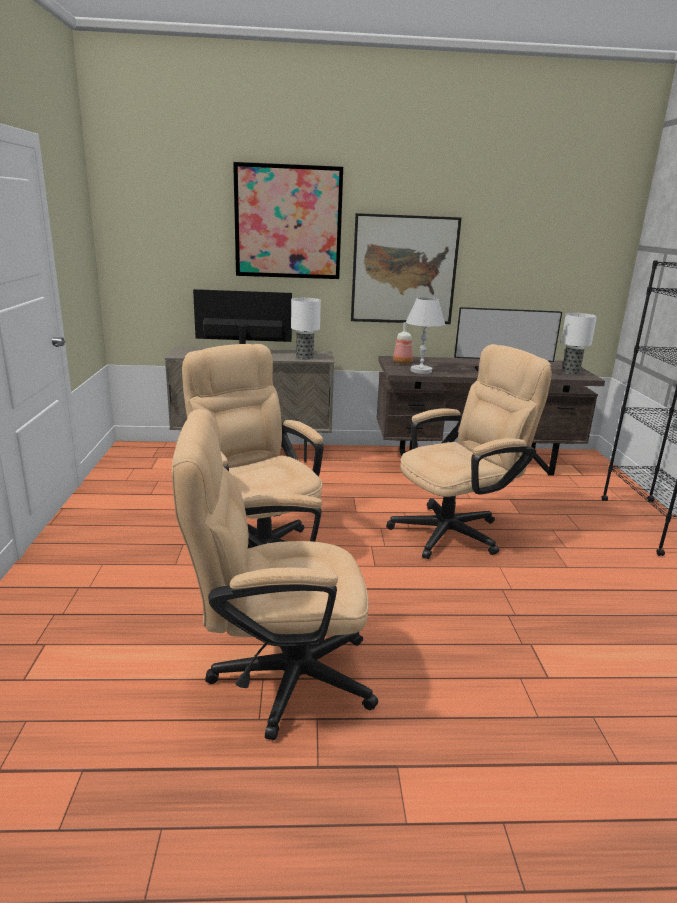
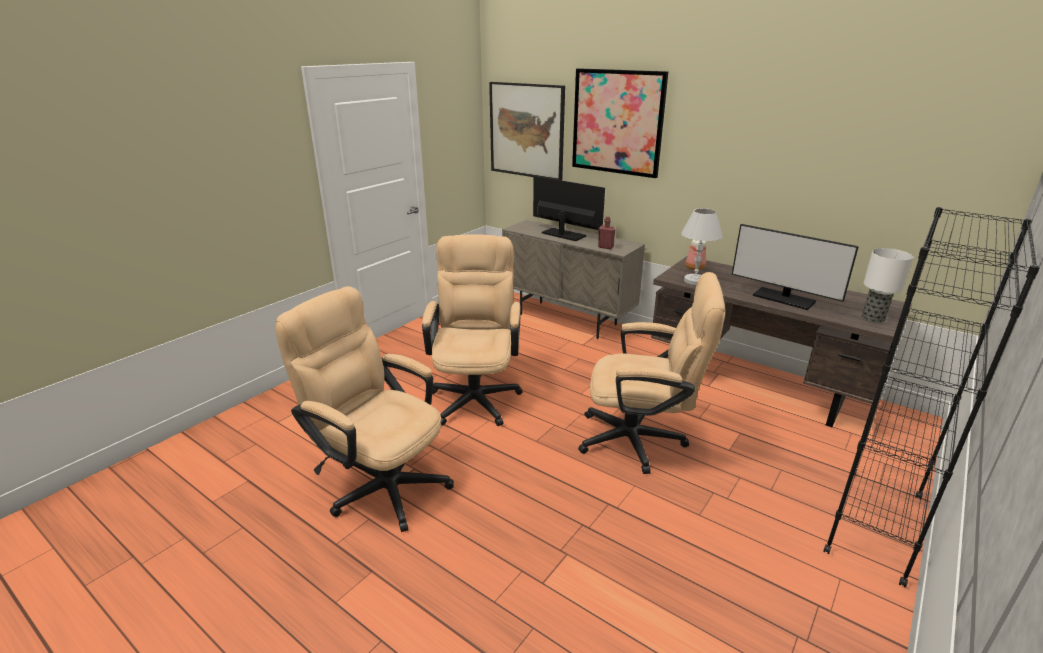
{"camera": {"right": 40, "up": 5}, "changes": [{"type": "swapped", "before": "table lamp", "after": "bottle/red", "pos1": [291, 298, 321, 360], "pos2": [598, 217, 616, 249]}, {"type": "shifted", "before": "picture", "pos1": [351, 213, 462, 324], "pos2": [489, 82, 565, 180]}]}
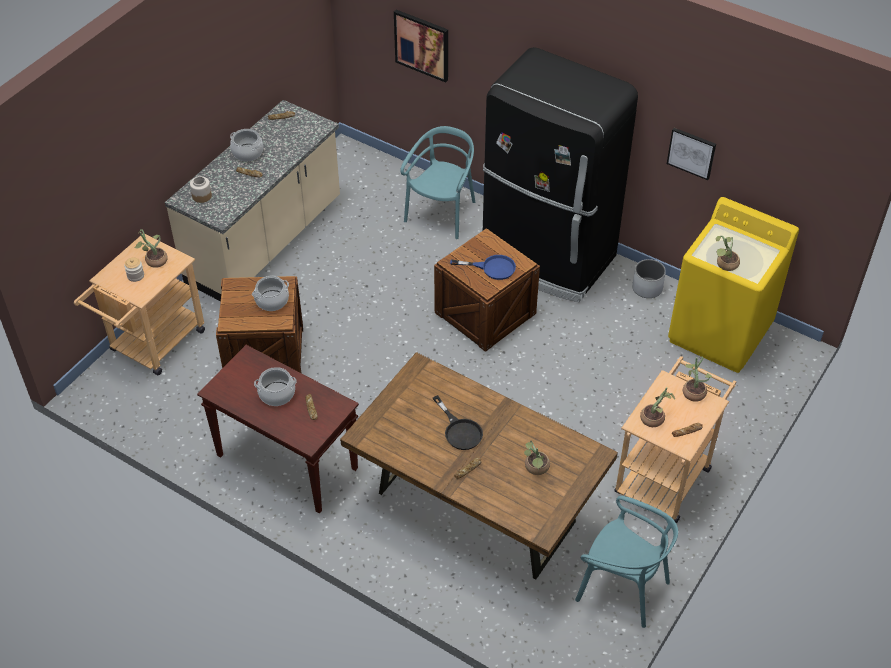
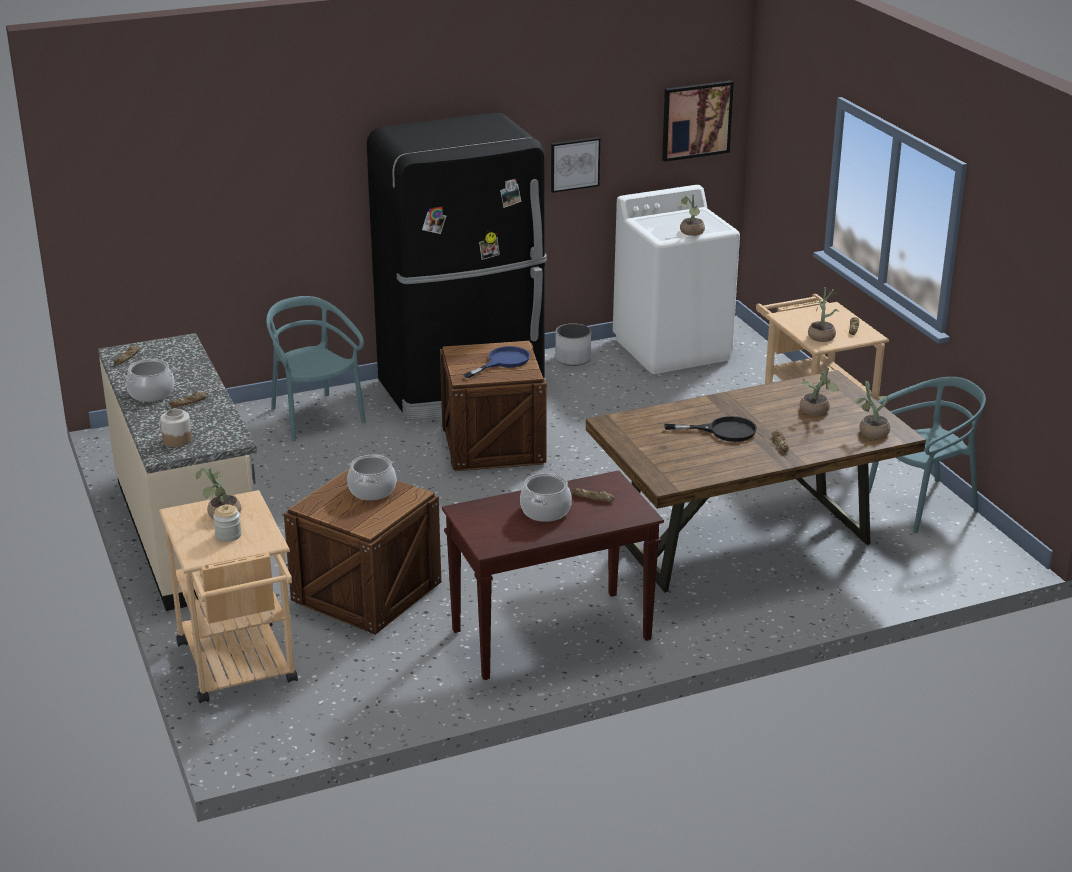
{"camera": {"right": -55, "up": -20}, "changes": [{"type": "shifted", "before": "picture", "pos1": [394, 10, 448, 83], "pos2": [662, 81, 734, 162]}, {"type": "repainted", "before": "washing machine/yellow", "after": "washing machine/white", "pos1": [668, 197, 799, 373], "pos2": [613, 185, 740, 374]}, {"type": "shifted", "before": "potted plant", "pos1": [683, 357, 712, 402], "pos2": [852, 380, 890, 439]}]}
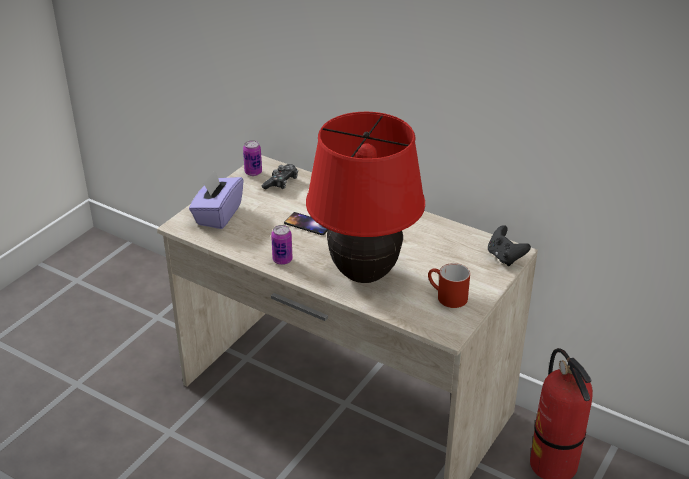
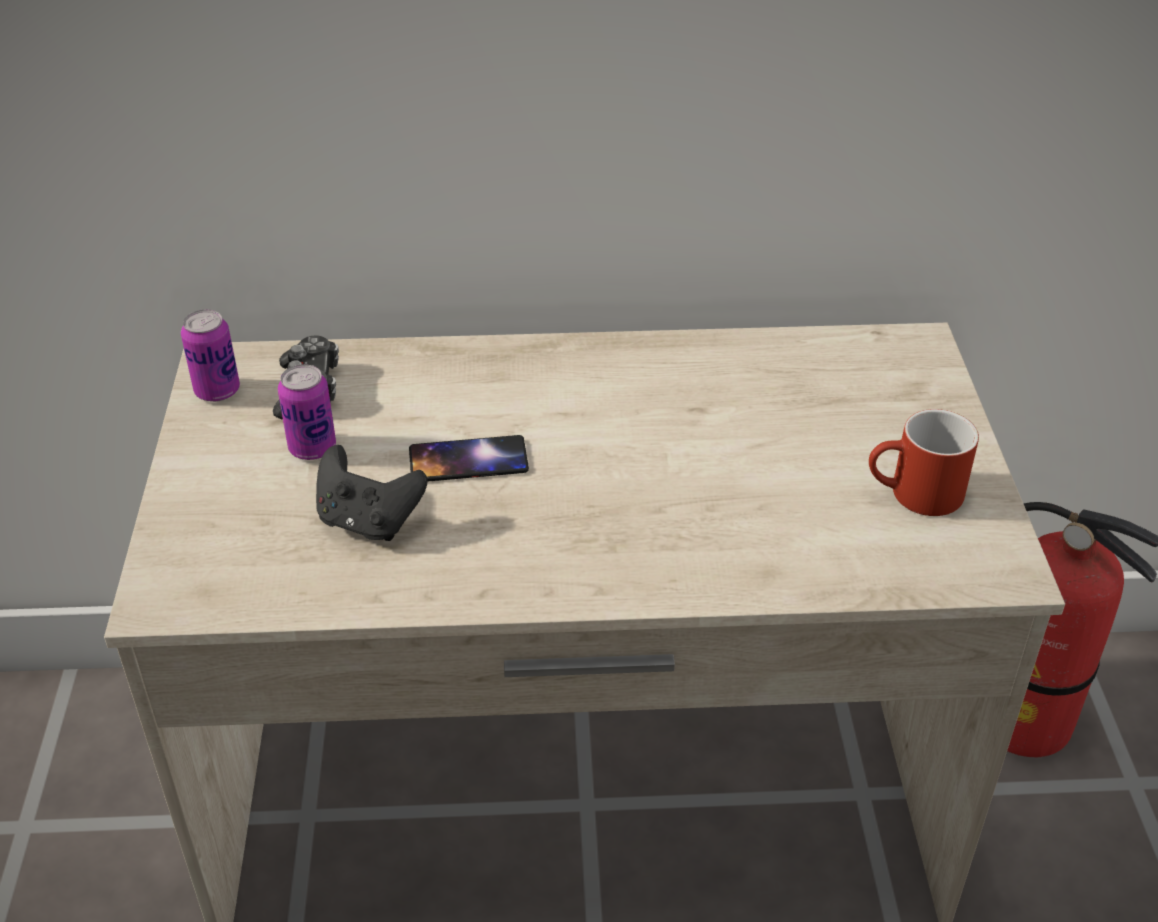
{"camera": {"right": -35, "up": 5}, "changes": [{"type": "gone", "before": "tissue box/purple", "pos1": [189, 171, 244, 229]}, {"type": "shifted", "before": "can", "pos1": [271, 225, 293, 265], "pos2": [278, 364, 336, 460]}, {"type": "gone", "before": "table lamp/red", "pos1": [306, 112, 425, 283]}, {"type": "shifted", "before": "game controller/black", "pos1": [488, 225, 531, 266], "pos2": [316, 445, 427, 541]}]}
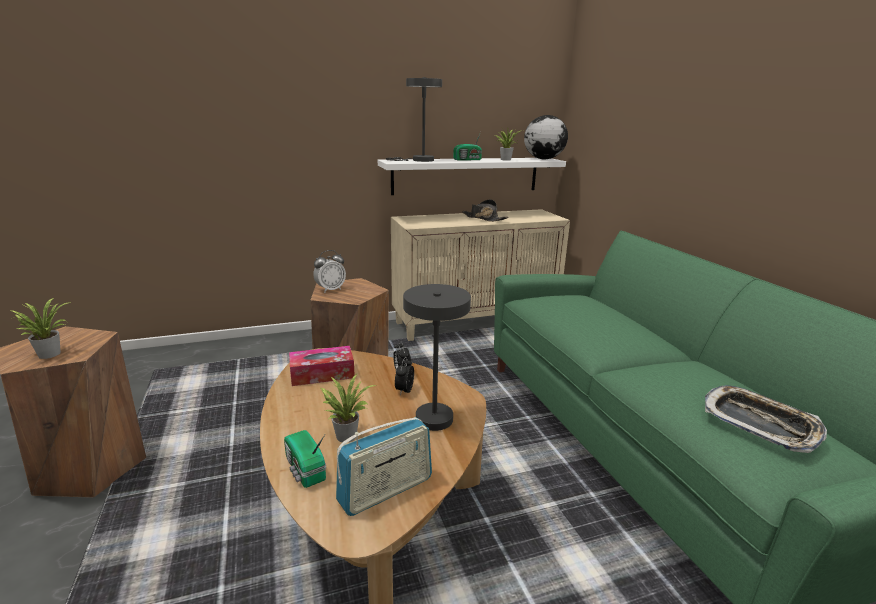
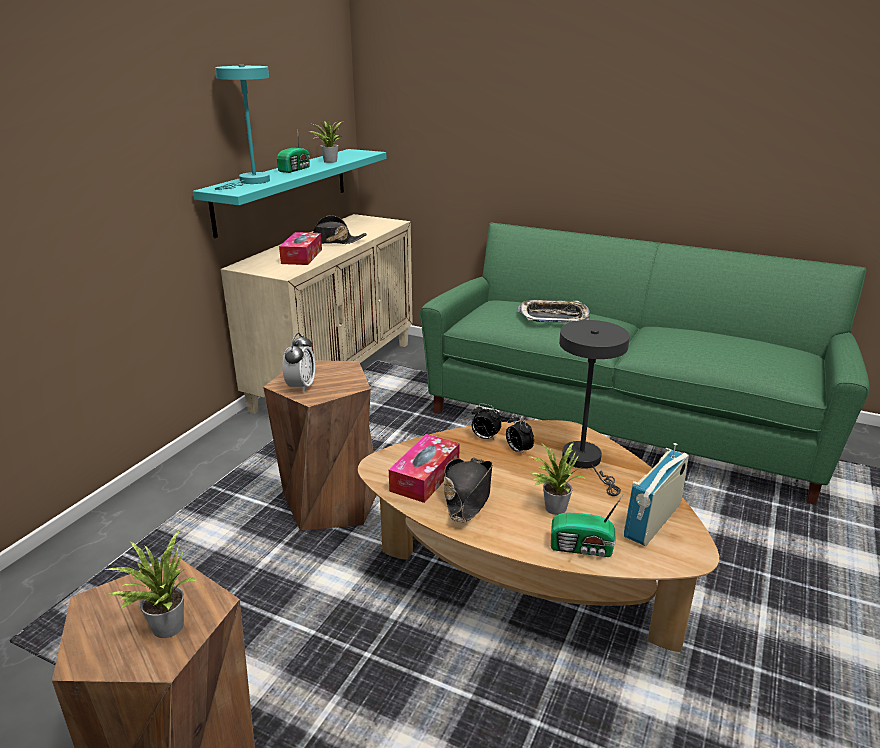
{"camera": {"right": -45, "up": 5}, "changes": [{"type": "rotated", "before": "radio", "pos1": [336, 417, 432, 516], "pos2": [624, 443, 689, 546], "turn": -150}, {"type": "repainted", "before": "shelf/white", "after": "shelf/turquoise", "pos1": [378, 158, 566, 195], "pos2": [193, 149, 387, 238]}, {"type": "repainted", "before": "table lamp/grey", "after": "table lamp/turquoise", "pos1": [386, 77, 442, 162], "pos2": [215, 65, 270, 190]}, {"type": "gone", "before": "globe", "pos1": [524, 115, 568, 160]}, {"type": "shifted", "before": "tray", "pos1": [705, 385, 827, 453], "pos2": [518, 300, 590, 323]}, {"type": "new", "after": "tissue box", "pos2": [279, 232, 322, 265]}, {"type": "new", "after": "hat/black", "pos2": [444, 457, 493, 522]}]}
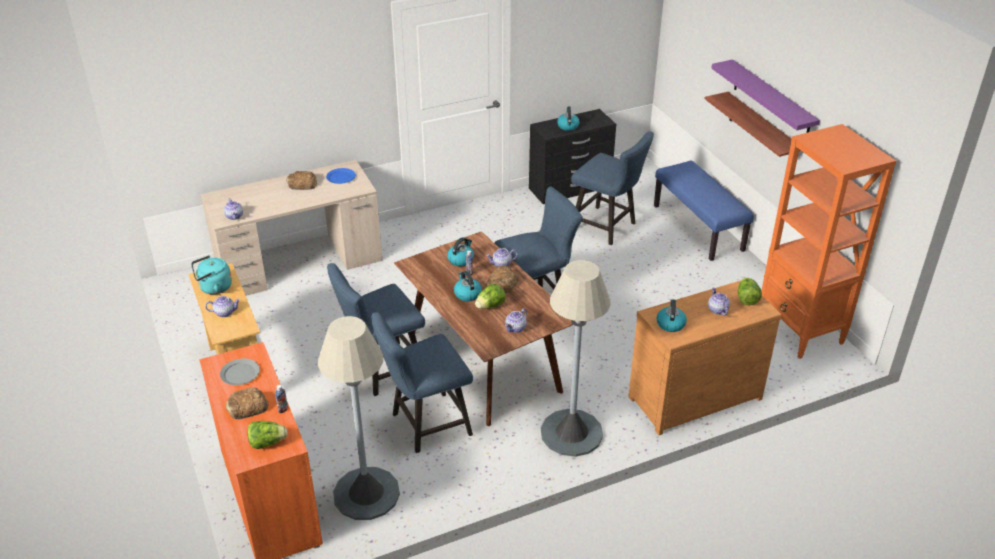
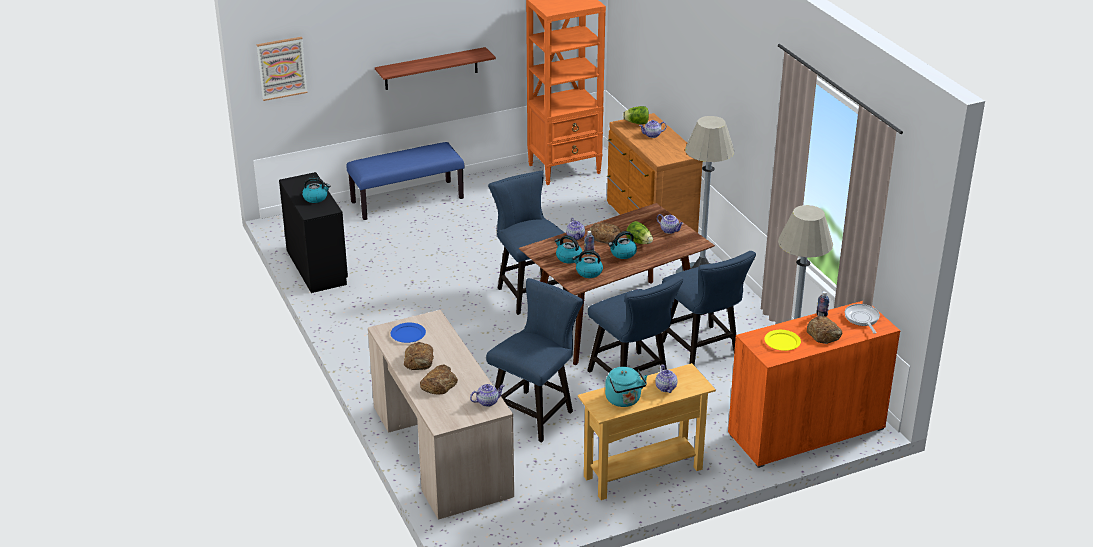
{"camera": {"right": -90, "up": -5}, "changes": [{"type": "repainted", "before": "plate/grey", "after": "plate/yellow", "pos1": [220, 358, 260, 385], "pos2": [764, 330, 801, 351]}, {"type": "swapped", "before": "lettuce", "after": "frying pan", "pos1": [248, 421, 287, 449], "pos2": [845, 304, 880, 334]}, {"type": "shifted", "before": "chair/blue", "pos1": [571, 131, 654, 245], "pos2": [486, 278, 584, 443]}, {"type": "shifted", "before": "kettle", "pos1": [657, 299, 687, 332], "pos2": [572, 250, 603, 278]}, {"type": "gone", "before": "shelf/purple", "pos1": [711, 59, 820, 133]}, {"type": "new", "after": "picture", "pos2": [256, 37, 308, 101]}, {"type": "new", "after": "bread", "pos2": [420, 365, 458, 395]}]}
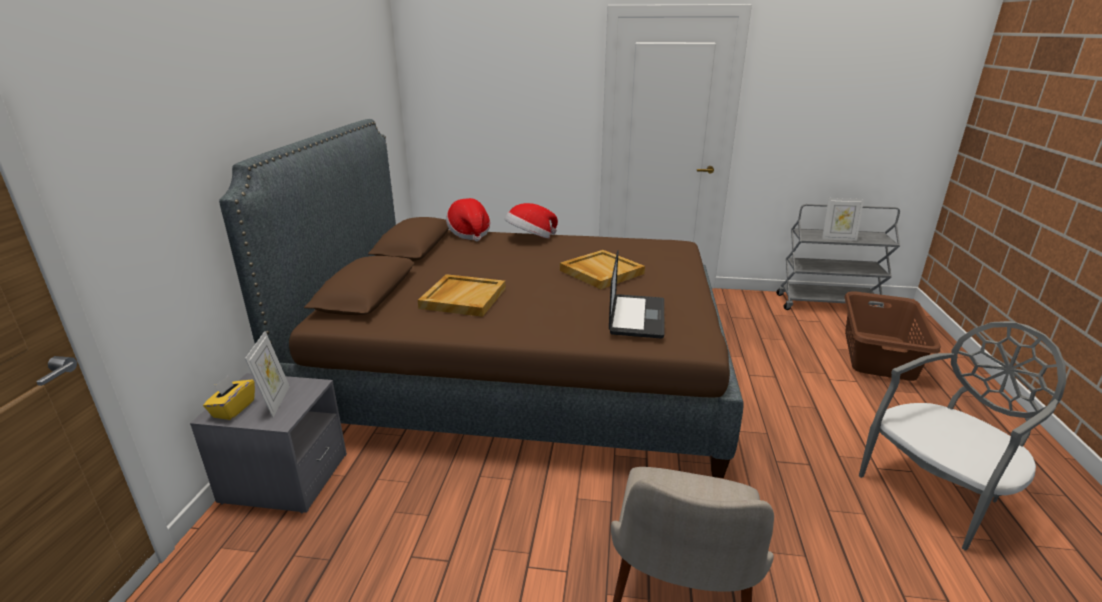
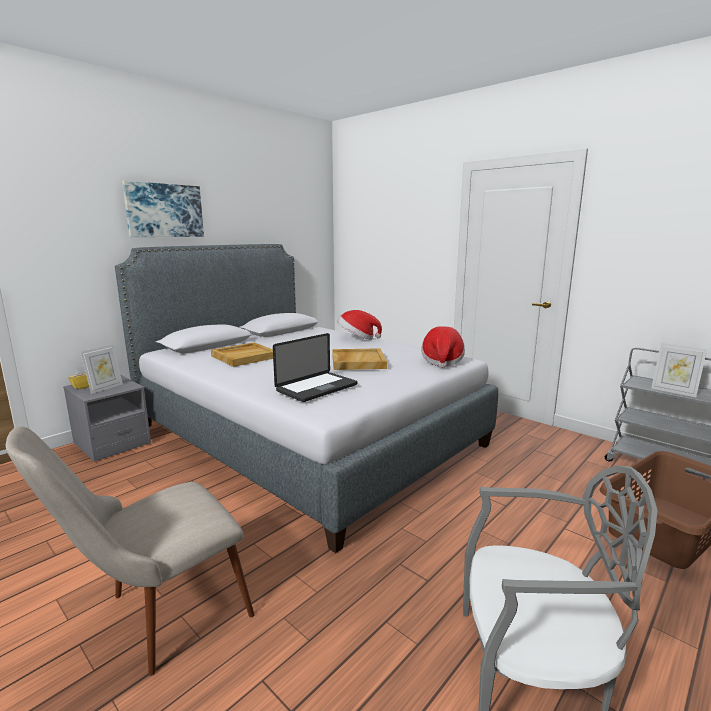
{"camera": {"right": 35, "up": -10}, "changes": [{"type": "repainted", "before": "bed/brown", "after": "bed/grey", "pos1": [219, 119, 744, 478], "pos2": [115, 244, 498, 553]}, {"type": "shifted", "before": "hat", "pos1": [446, 198, 490, 241], "pos2": [421, 326, 465, 368]}, {"type": "new", "after": "picture", "pos2": [122, 181, 204, 237]}]}
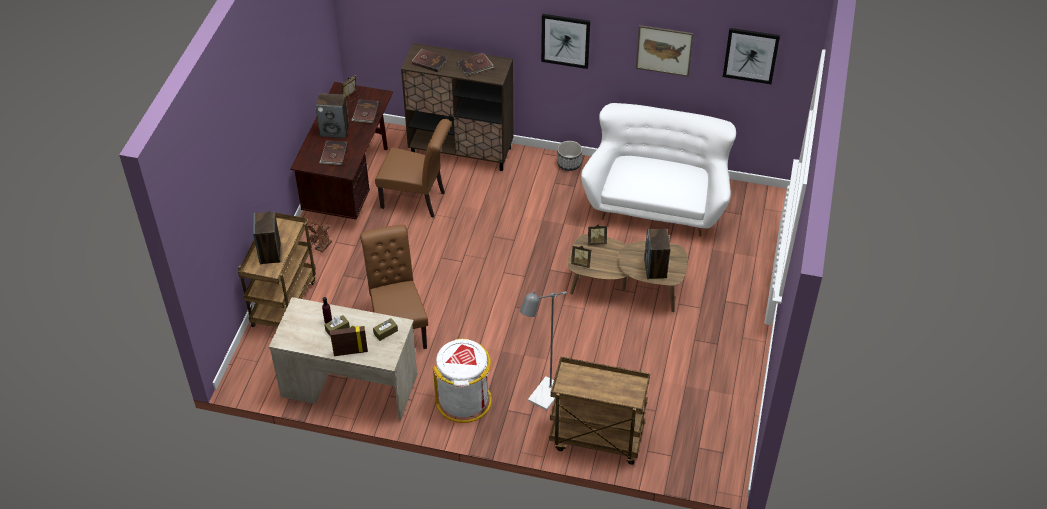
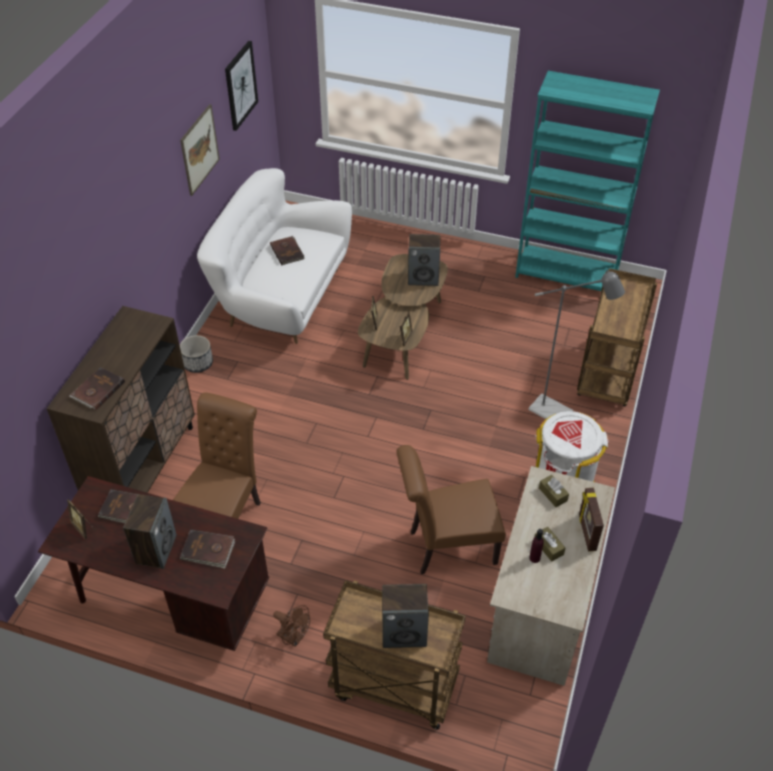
{"camera": {"right": -85, "up": 0}, "changes": [{"type": "shifted", "before": "book/brown", "pos1": [457, 53, 494, 77], "pos2": [270, 236, 304, 265]}, {"type": "gone", "before": "picture", "pos1": [541, 14, 590, 69]}, {"type": "new", "after": "bookcase/turquoise", "pos2": [515, 71, 660, 291]}]}
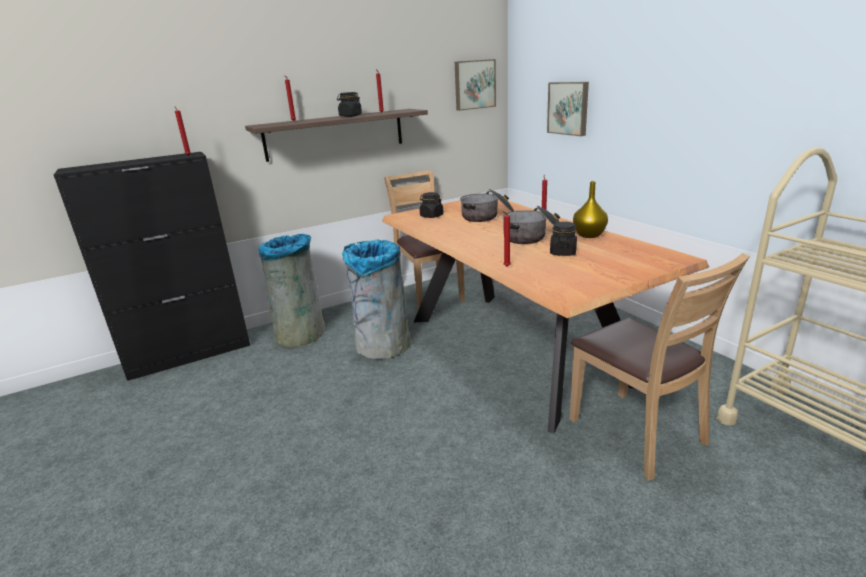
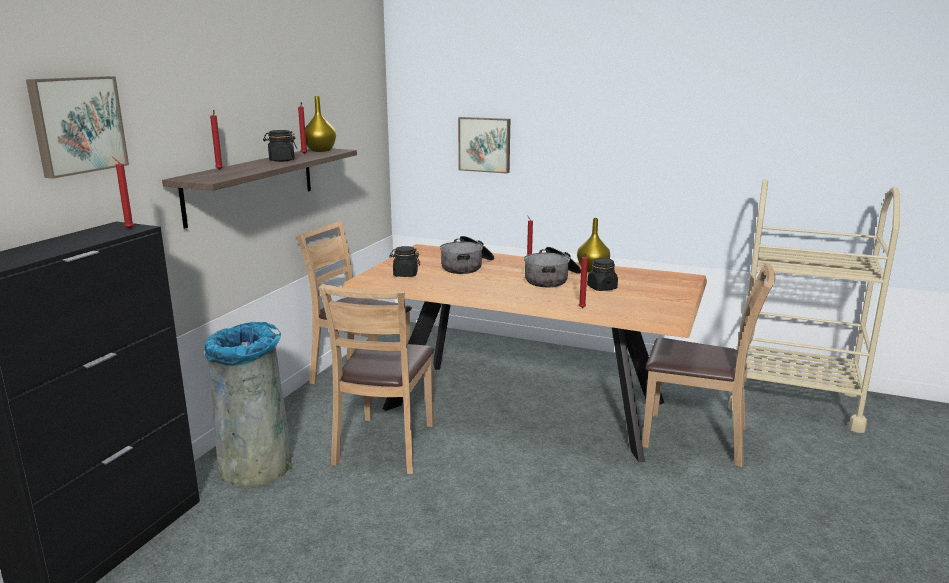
{"camera": {"right": -40, "up": -5}, "changes": [{"type": "swapped", "before": "trash can/grey", "after": "chair/brown", "pos1": [342, 240, 411, 359], "pos2": [319, 284, 434, 474]}, {"type": "shifted", "before": "picture", "pos1": [455, 59, 496, 111], "pos2": [26, 76, 129, 179]}, {"type": "new", "after": "vase/yellow", "pos2": [305, 96, 336, 152]}]}
